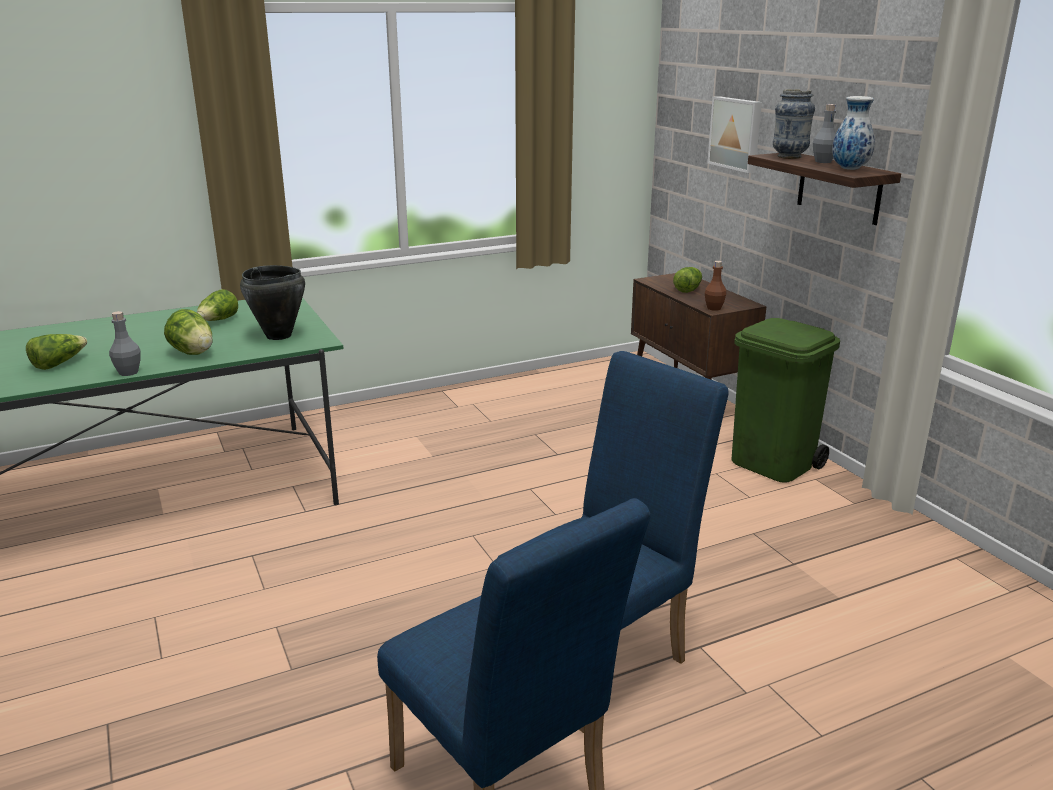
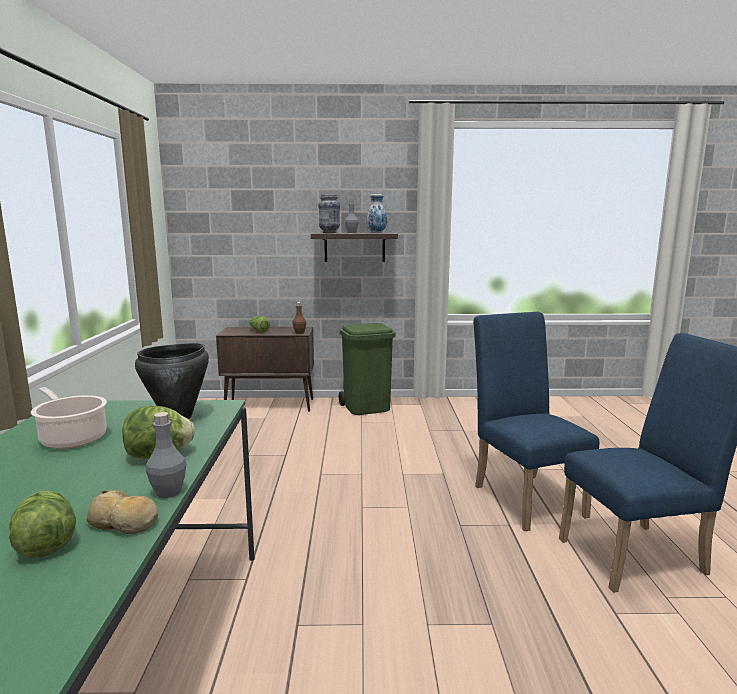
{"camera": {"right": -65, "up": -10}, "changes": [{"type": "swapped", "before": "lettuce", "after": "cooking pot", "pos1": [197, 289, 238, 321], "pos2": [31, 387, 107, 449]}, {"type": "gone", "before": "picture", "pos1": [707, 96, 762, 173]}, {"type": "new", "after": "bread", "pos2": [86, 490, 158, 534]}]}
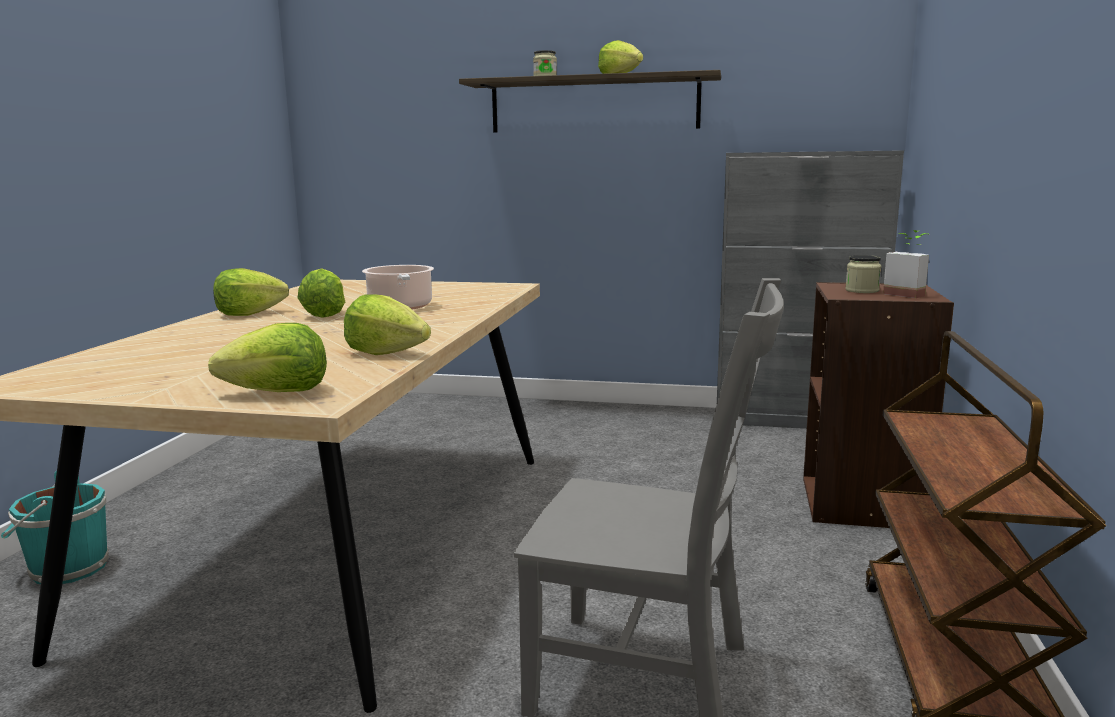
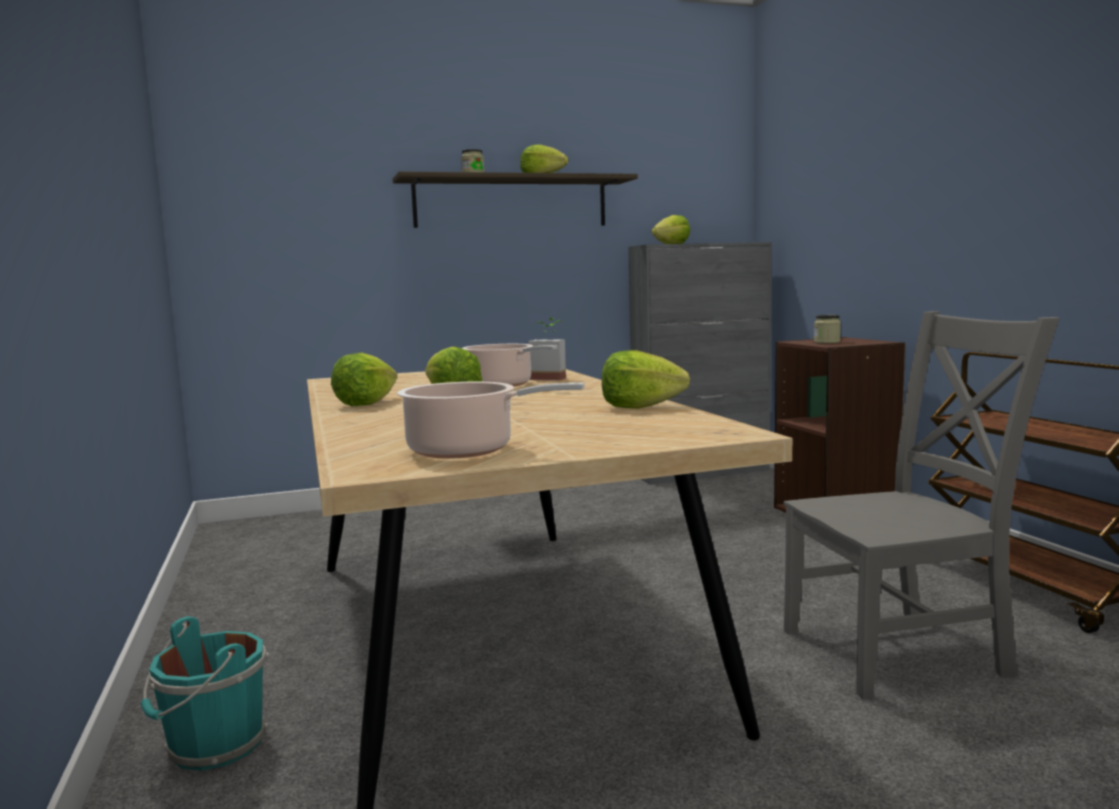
{"camera": {"right": -30, "up": -5}, "changes": [{"type": "shifted", "before": "lettuce", "pos1": [208, 323, 327, 392], "pos2": [652, 215, 690, 244]}, {"type": "shifted", "before": "potted plant", "pos1": [883, 230, 930, 298], "pos2": [528, 318, 566, 380]}, {"type": "new", "after": "cooking pot", "pos2": [397, 382, 585, 459]}]}
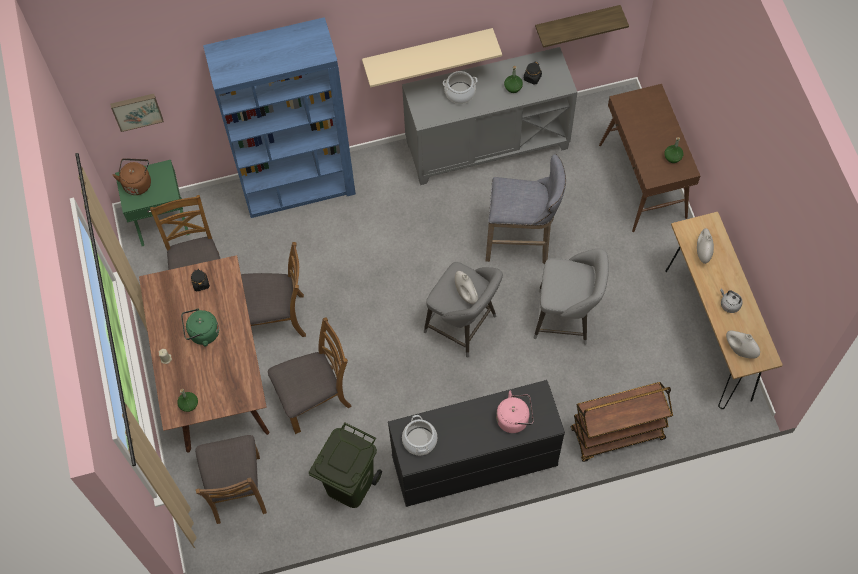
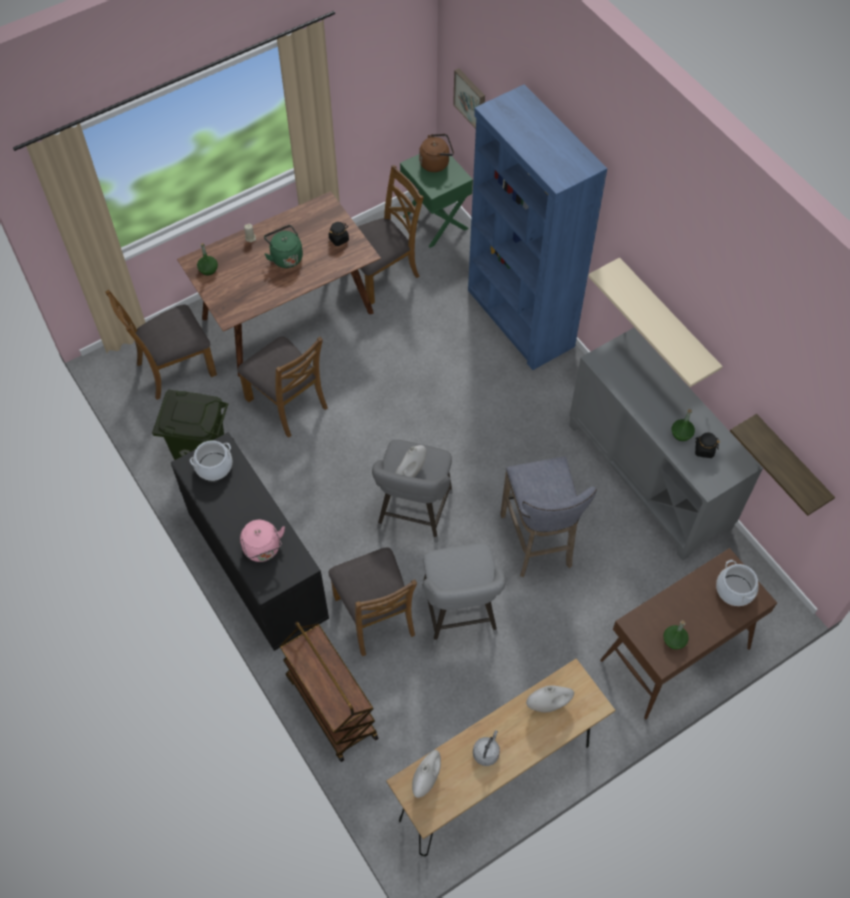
{"camera": {"right": 70, "up": -5}, "changes": [{"type": "shifted", "before": "chair/brown", "pos1": [241, 242, 306, 337], "pos2": [328, 547, 417, 656]}, {"type": "shifted", "before": "cooking pot", "pos1": [443, 71, 478, 104], "pos2": [716, 560, 759, 606]}]}
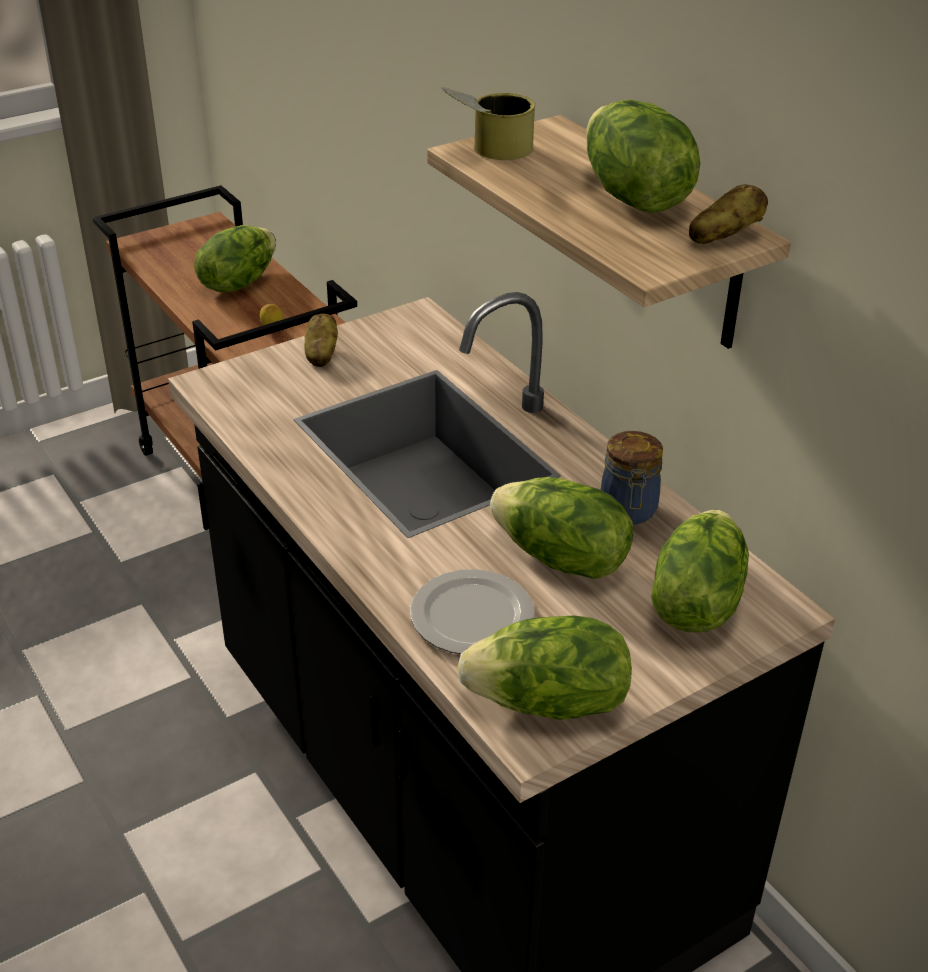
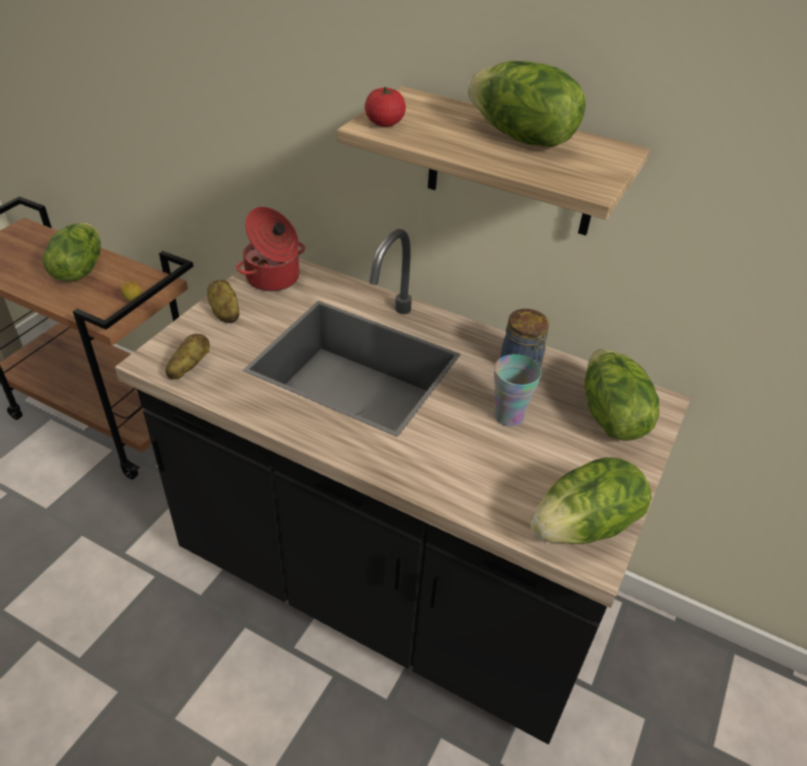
{"camera": {"right": -30, "up": 5}, "changes": [{"type": "gone", "before": "plate", "pos1": [410, 569, 535, 654]}, {"type": "swapped", "before": "can", "after": "tomato", "pos1": [441, 87, 535, 160], "pos2": [365, 87, 406, 127]}, {"type": "swapped", "before": "lettuce", "after": "cup", "pos1": [490, 477, 633, 579], "pos2": [494, 354, 541, 426]}, {"type": "shifted", "before": "potato", "pos1": [689, 184, 768, 244], "pos2": [165, 334, 210, 379]}, {"type": "new", "after": "cooking pot", "pos2": [237, 207, 305, 291]}]}
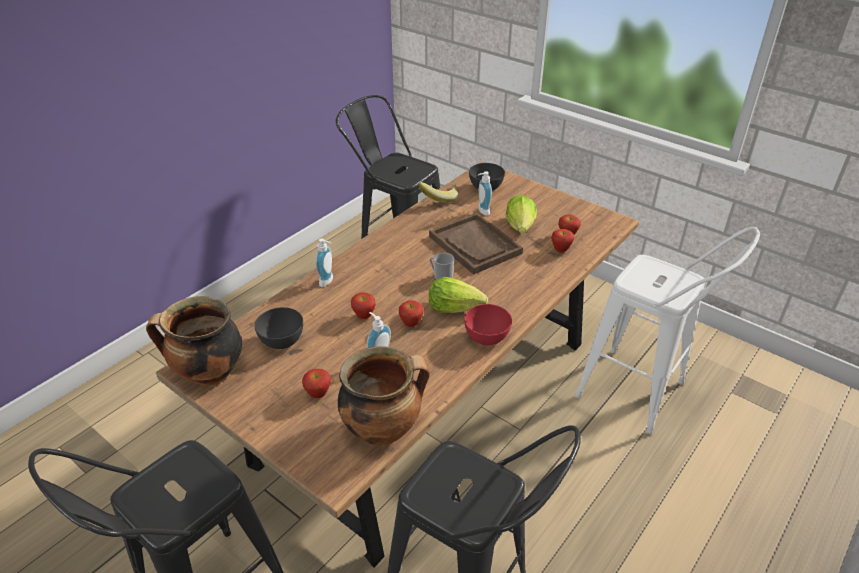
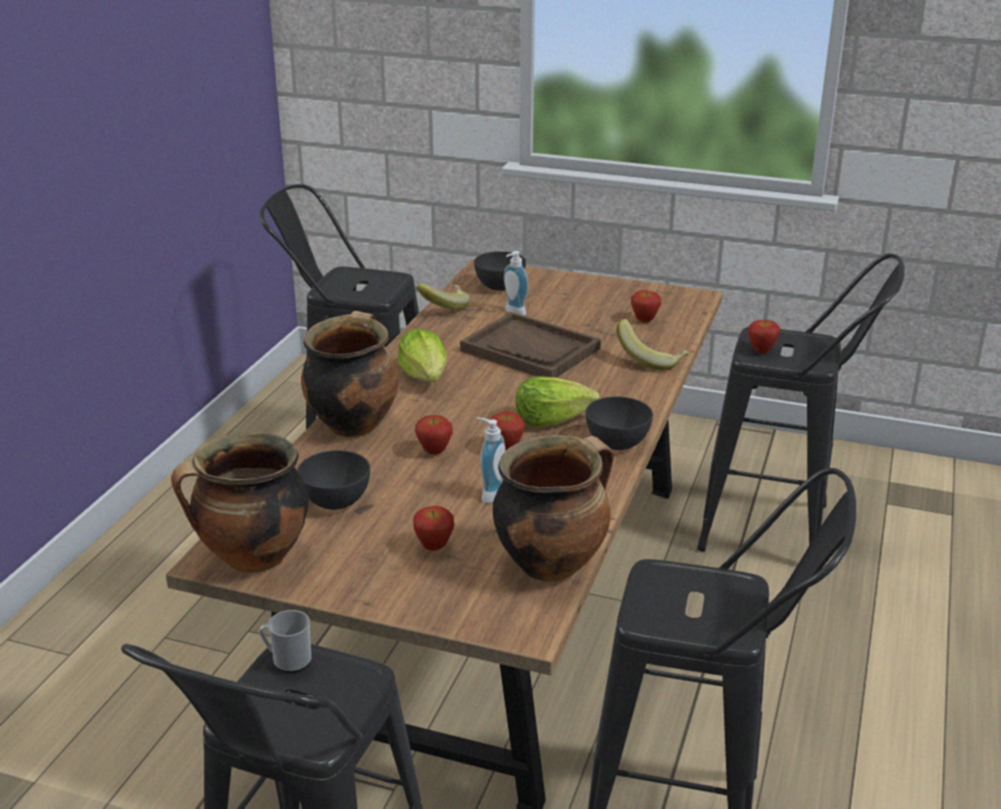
{"camera": {"right": -20, "up": -10}, "changes": [{"type": "swapped", "before": "soap dispenser", "after": "cooking pot", "pos1": [316, 239, 333, 287], "pos2": [301, 311, 399, 437]}, {"type": "shifted", "before": "mug", "pos1": [430, 253, 454, 279], "pos2": [259, 610, 312, 673]}, {"type": "repainted", "before": "bowl/red", "after": "bowl/grey", "pos1": [464, 304, 512, 345], "pos2": [586, 396, 653, 450]}, {"type": "shifted", "before": "lettuce", "pos1": [506, 195, 537, 233], "pos2": [398, 329, 447, 382]}, {"type": "shifted", "before": "apple", "pos1": [551, 229, 574, 253], "pos2": [748, 320, 780, 353]}, {"type": "repainted", "before": "stool/white", "after": "stool/black", "pos1": [575, 227, 760, 434], "pos2": [697, 253, 905, 551]}, {"type": "new", "after": "banana", "pos2": [617, 319, 689, 370]}]}
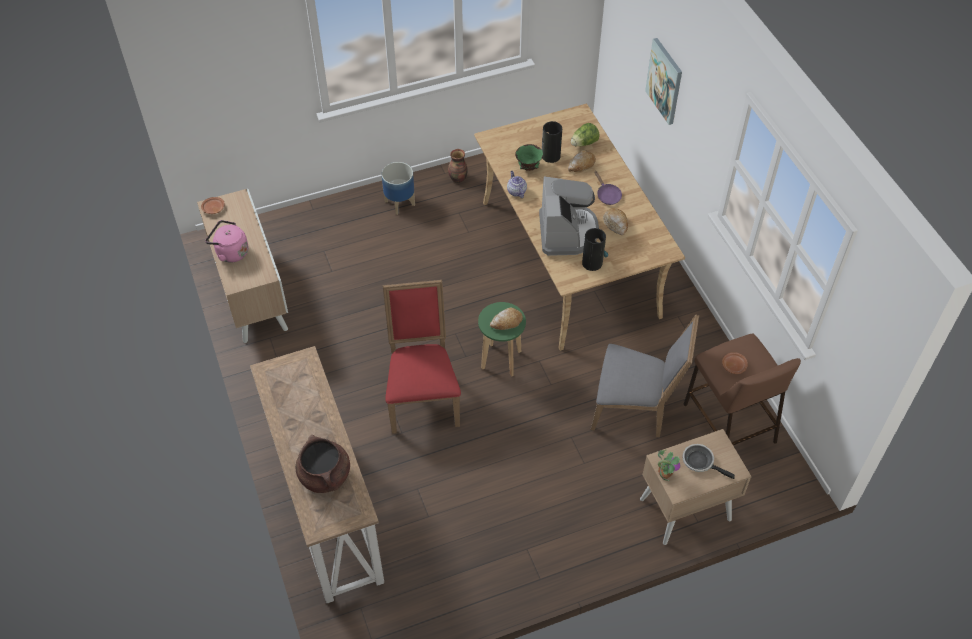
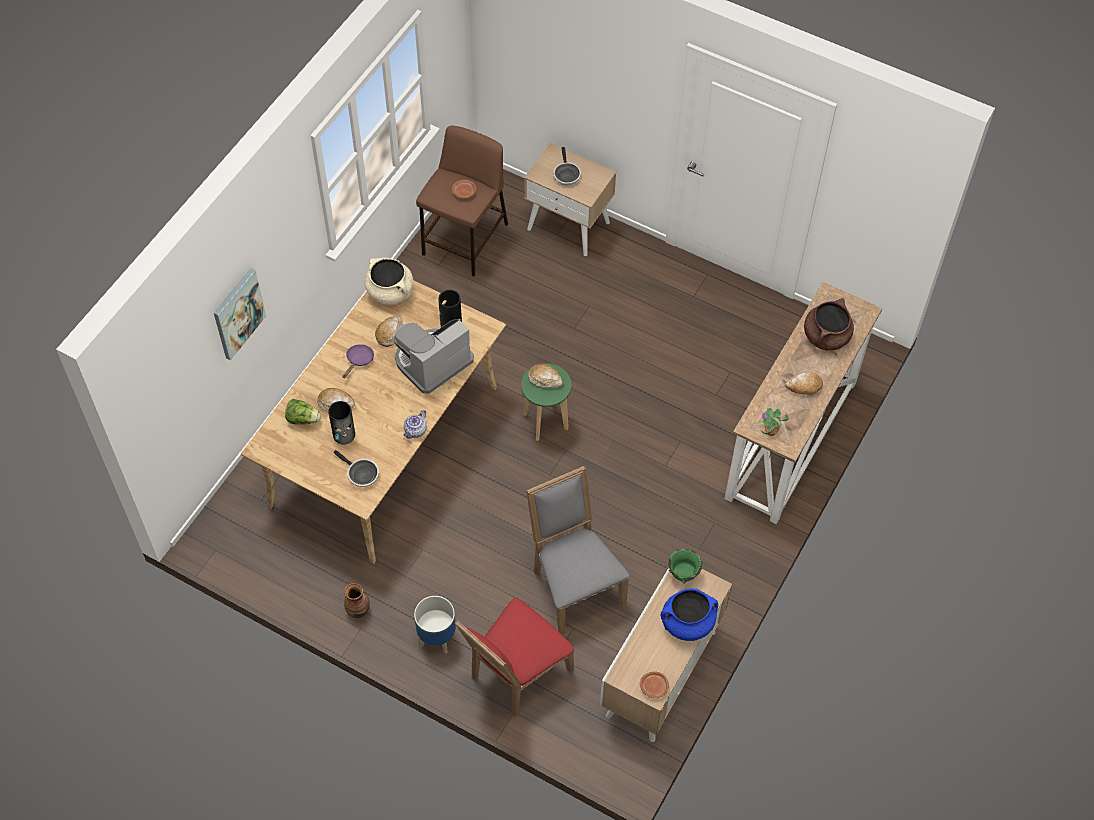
{"camera": {"right": -130, "up": 5}, "changes": [{"type": "swapped", "before": "kettle/pink", "after": "cooking pot/blue", "pos1": [205, 220, 248, 263], "pos2": [661, 588, 718, 641]}, {"type": "shifted", "before": "chair/red", "pos1": [383, 280, 461, 434], "pos2": [455, 598, 574, 717]}, {"type": "shifted", "before": "bowl/green", "pos1": [515, 144, 543, 171], "pos2": [668, 549, 702, 584]}, {"type": "shifted", "before": "chair/grey", "pos1": [591, 314, 699, 437], "pos2": [526, 466, 630, 635]}, {"type": "shifted", "before": "potted plant", "pos1": [658, 450, 680, 481], "pos2": [760, 407, 789, 436]}, {"type": "new", "after": "frying pan", "pos2": [334, 450, 379, 487]}, {"type": "new", "after": "cooking pot/beige", "pos2": [365, 258, 413, 305]}, {"type": "new", "after": "bread", "pos2": [785, 372, 823, 395]}]}
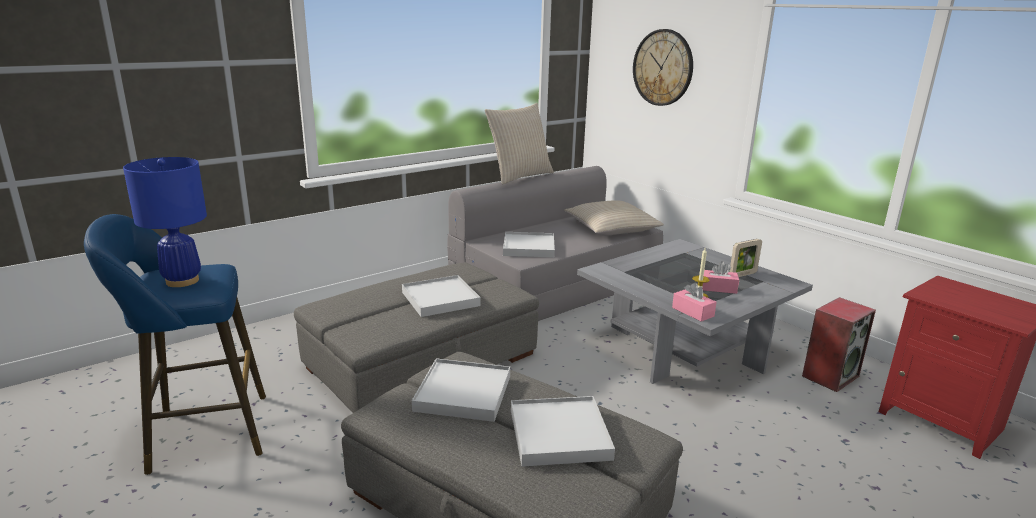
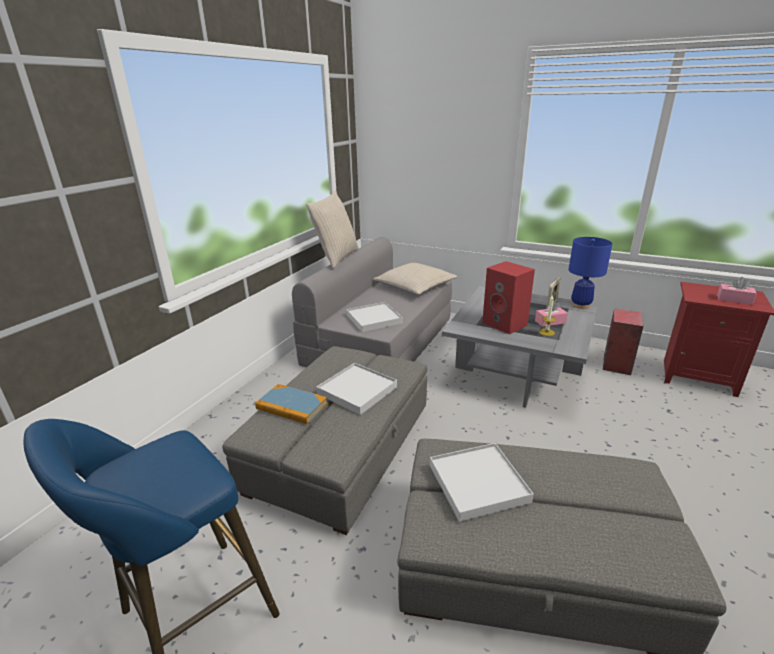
{"camera": {"right": -25, "up": 5}, "changes": [{"type": "shifted", "before": "table lamp/blue", "pos1": [123, 157, 207, 287], "pos2": [568, 237, 613, 309]}, {"type": "gone", "before": "tray/white", "pos1": [511, 396, 615, 467]}, {"type": "gone", "before": "wall clock", "pos1": [633, 29, 693, 106]}, {"type": "shifted", "before": "tissue box/pink", "pos1": [672, 283, 717, 322], "pos2": [717, 277, 757, 305]}, {"type": "new", "after": "book", "pos2": [255, 384, 328, 425]}, {"type": "new", "after": "speaker/red", "pos2": [482, 261, 535, 334]}]}
